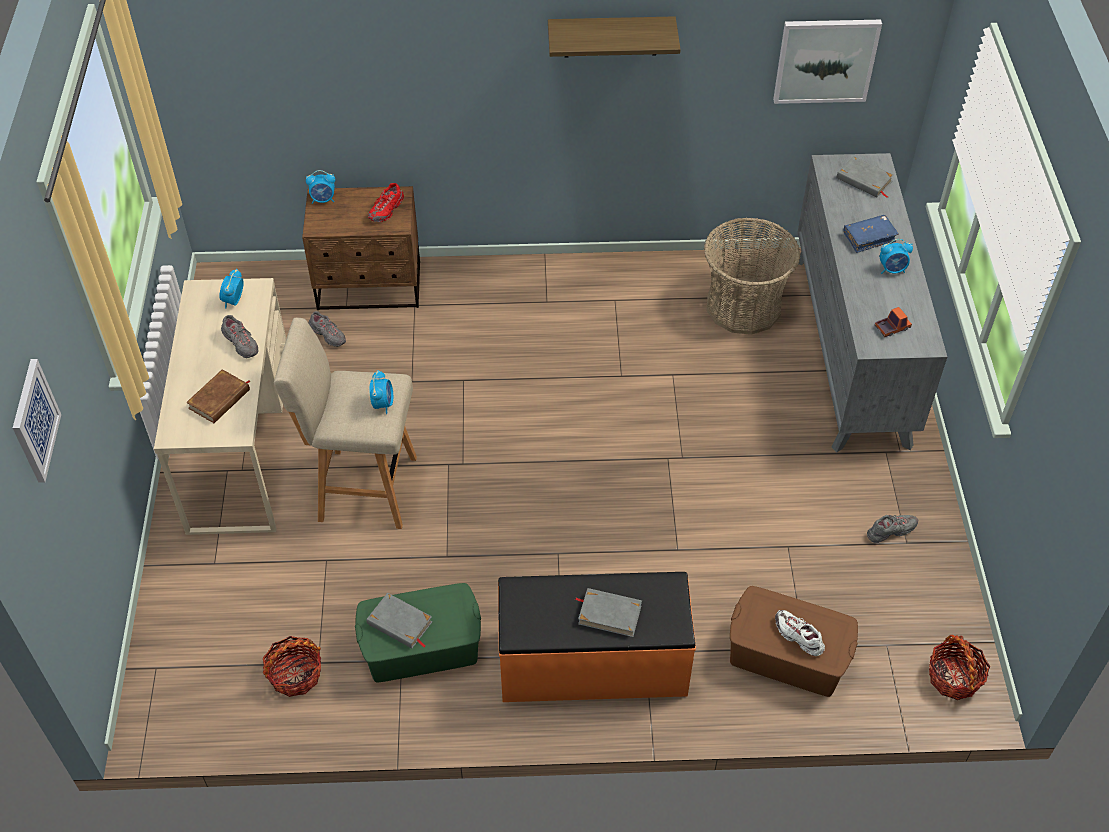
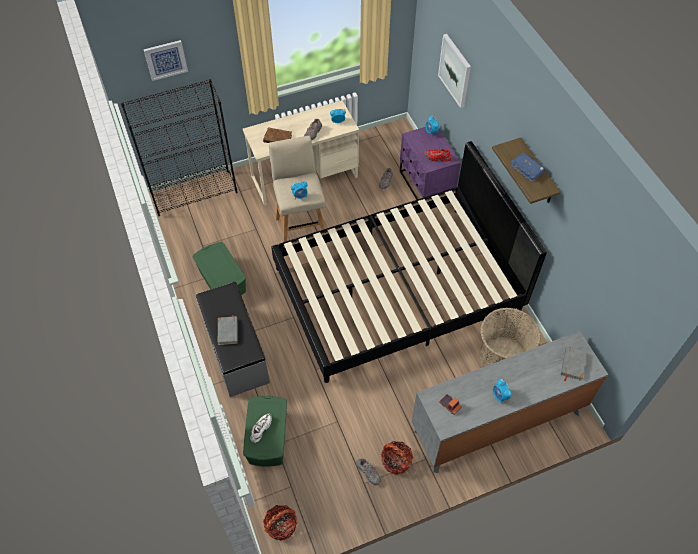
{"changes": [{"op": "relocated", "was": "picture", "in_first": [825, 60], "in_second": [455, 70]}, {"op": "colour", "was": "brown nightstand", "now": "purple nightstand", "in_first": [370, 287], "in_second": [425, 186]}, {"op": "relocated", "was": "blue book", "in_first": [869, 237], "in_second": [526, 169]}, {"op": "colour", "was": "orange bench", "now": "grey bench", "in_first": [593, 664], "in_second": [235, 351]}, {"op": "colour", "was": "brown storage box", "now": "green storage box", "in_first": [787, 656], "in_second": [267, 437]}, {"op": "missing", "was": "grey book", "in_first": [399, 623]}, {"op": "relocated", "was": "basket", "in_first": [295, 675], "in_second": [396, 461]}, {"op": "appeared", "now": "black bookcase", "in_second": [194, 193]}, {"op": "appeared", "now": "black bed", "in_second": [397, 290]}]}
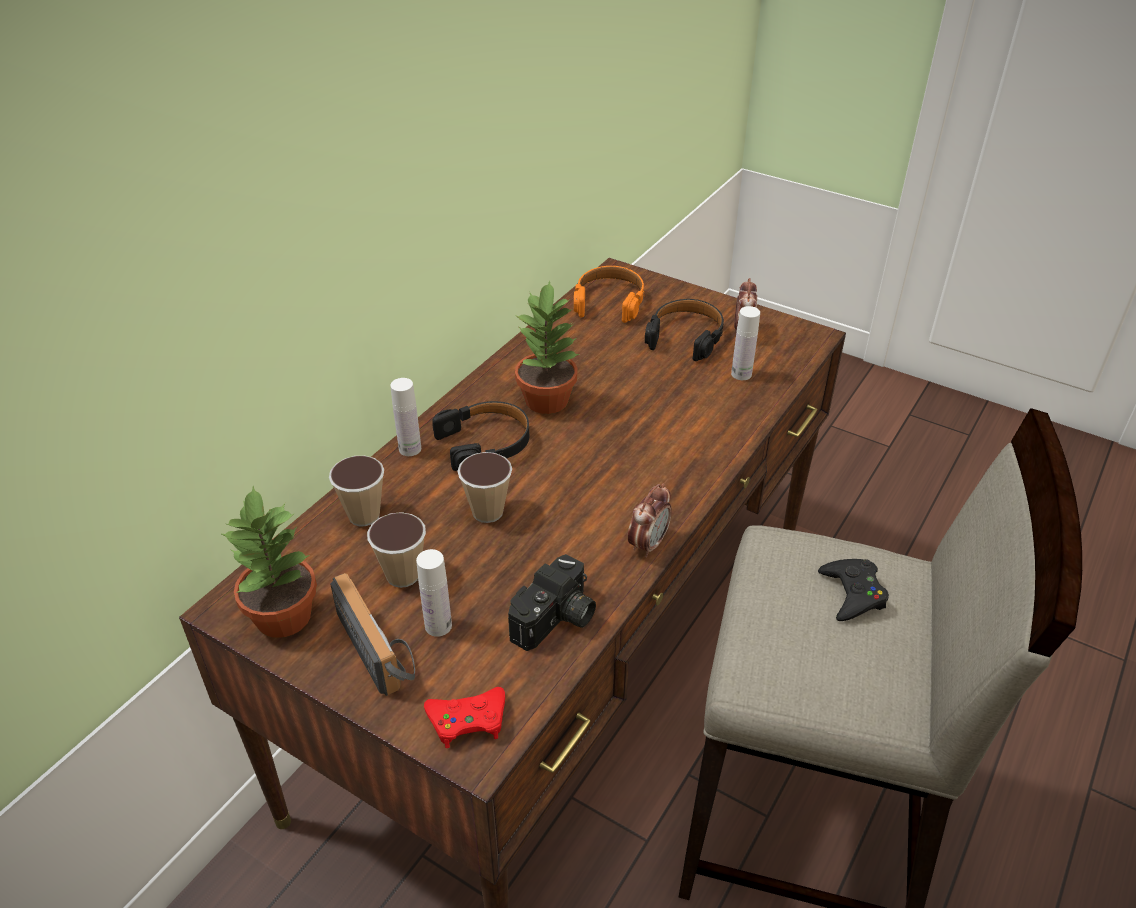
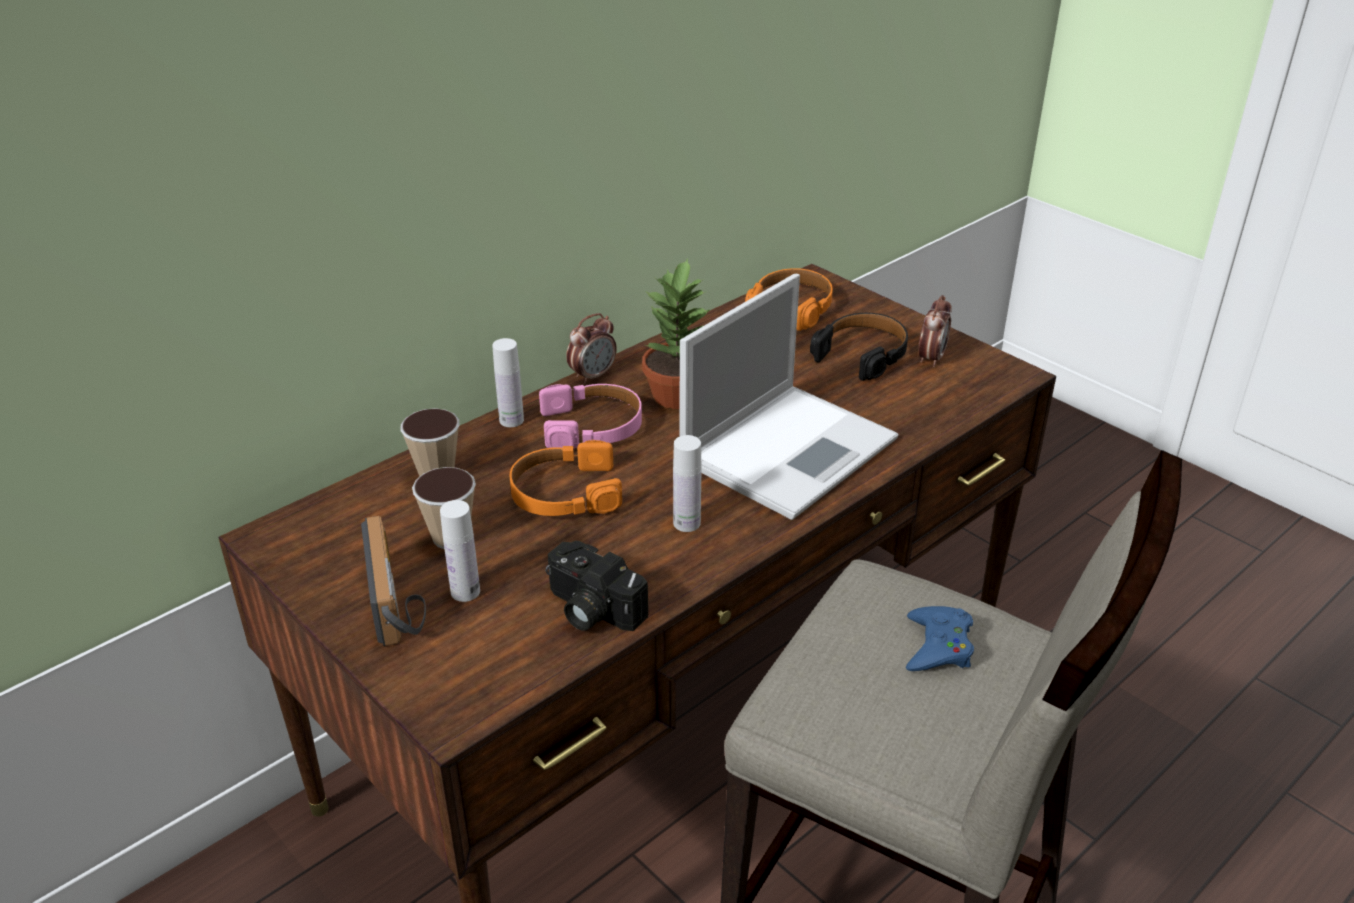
{"changes": [{"op": "relocated", "was": "white bottle", "in_first": [741, 374], "in_second": [686, 523]}, {"op": "colour", "was": "black headphones", "now": "pink headphones", "in_first": [485, 443], "in_second": [592, 427]}, {"op": "exchanged", "was": "cup", "now": "orange headphones", "in_first": [487, 512], "in_second": [565, 493]}, {"op": "relocated", "was": "alarm clock", "in_first": [648, 544], "in_second": [593, 376]}, {"op": "missing", "was": "potted plant", "in_first": [282, 617]}, {"op": "spun", "was": "photo camera", "in_first": [556, 620], "in_second": [590, 609], "clockwise": 75}, {"op": "colour", "was": "black game controller", "now": "blue game controller", "in_first": [852, 594], "in_second": [938, 646]}, {"op": "missing", "was": "red game controller", "in_first": [468, 720]}, {"op": "appeared", "now": "laptop", "in_second": [791, 448]}]}
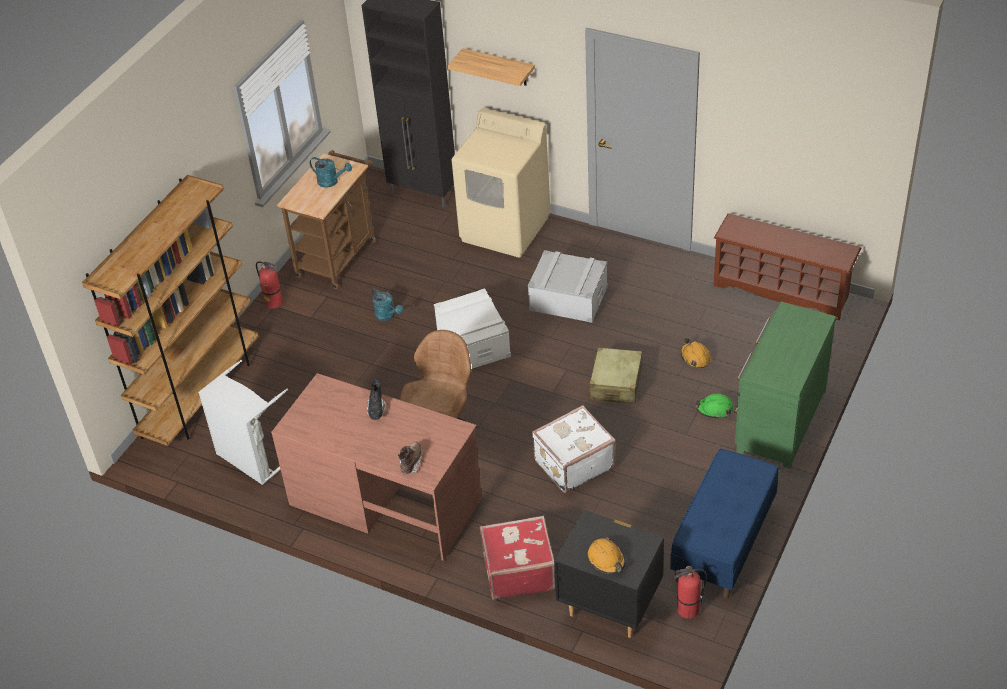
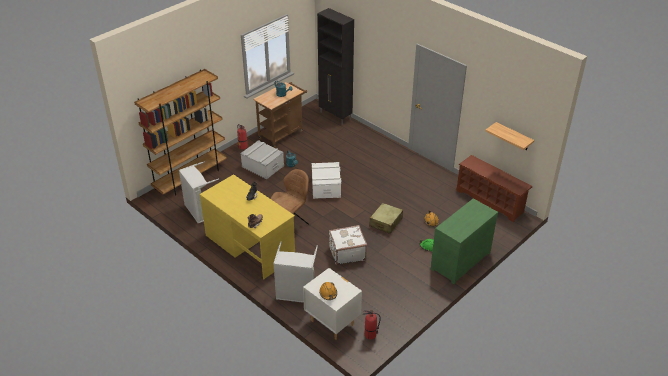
{"changes": [{"op": "relocated", "was": "shelf", "in_first": [499, 67], "in_second": [513, 137]}, {"op": "missing", "was": "beige washing machine", "in_first": [505, 229]}, {"op": "relocated", "was": "grey storage box", "in_first": [568, 299], "in_second": [262, 166]}, {"op": "colour", "was": "brown desk", "now": "yellow desk", "in_first": [385, 501], "in_second": [250, 245]}, {"op": "missing", "was": "blue bench", "in_first": [723, 543]}, {"op": "colour", "was": "black nightstand", "now": "white nightstand", "in_first": [609, 607], "in_second": [332, 323]}, {"op": "exchanged", "was": "red suitcase", "now": "grey laundry basket", "in_first": [518, 571], "in_second": [296, 294]}]}
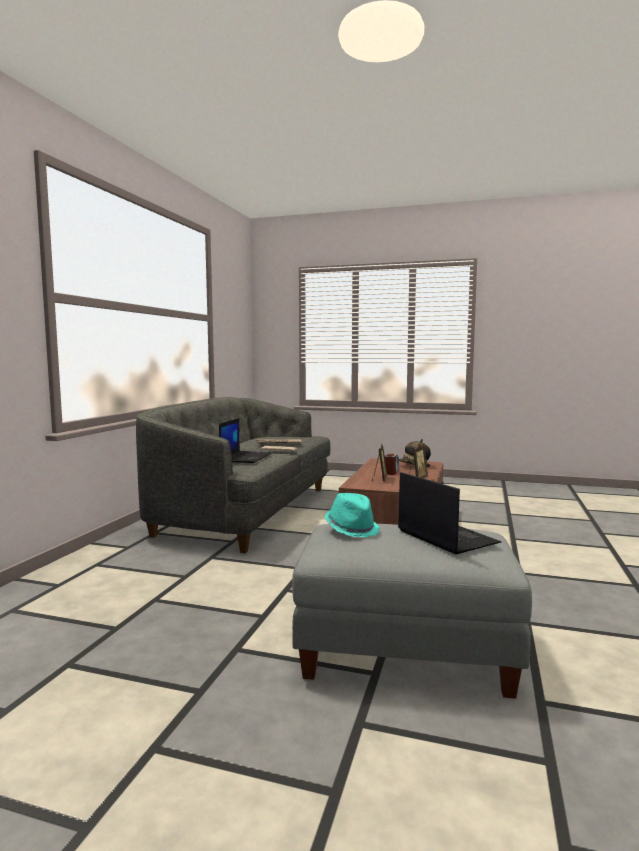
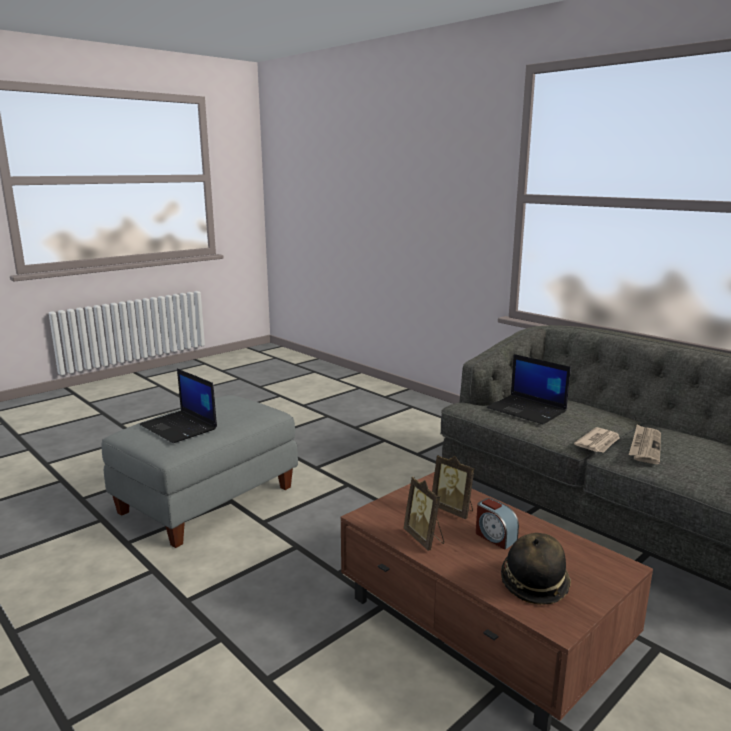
{"changes": [{"op": "spun", "was": "laptop", "in_first": [445, 537], "in_second": [180, 427], "clockwise": 45}, {"op": "missing", "was": "turquoise hat", "in_first": [352, 529]}]}
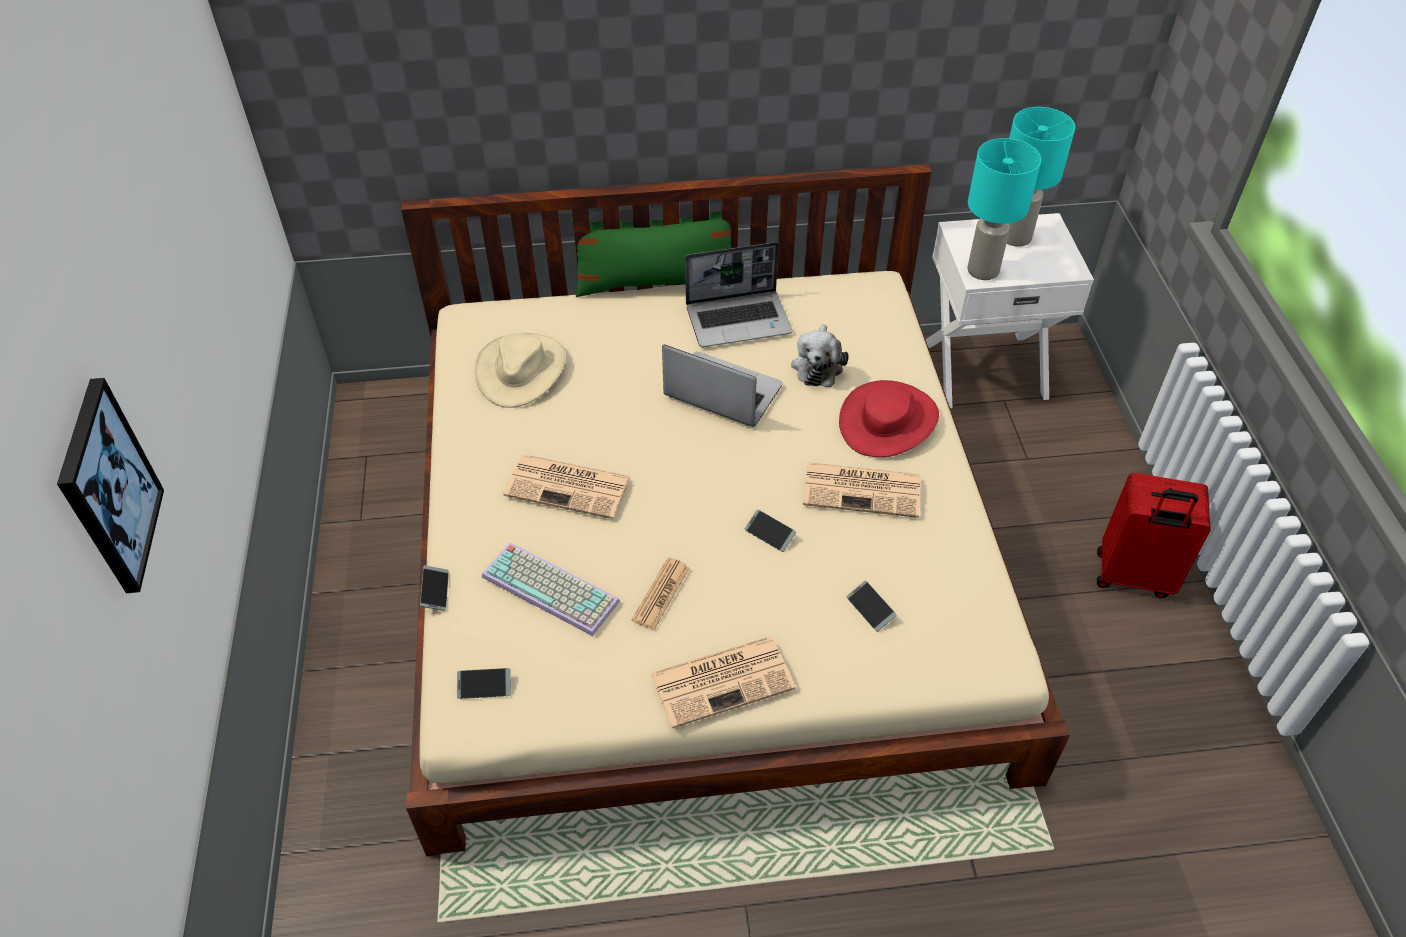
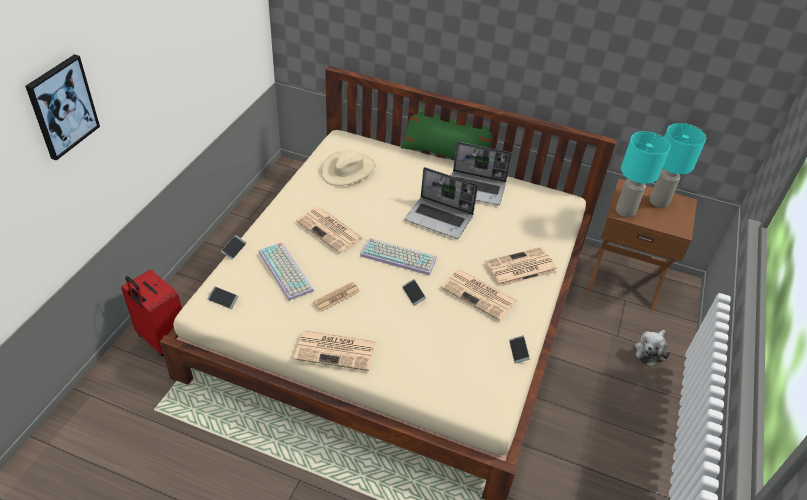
{"changes": [{"op": "colour", "was": "white nightstand", "now": "brown nightstand", "in_first": [984, 368], "in_second": [624, 279]}, {"op": "relocated", "was": "plush toy", "in_first": [817, 365], "in_second": [650, 351]}, {"op": "spun", "was": "laptop", "in_first": [721, 392], "in_second": [440, 218], "clockwise": 150}, {"op": "exchanged", "was": "red hat", "now": "newspaper", "in_first": [888, 421], "in_second": [520, 268]}, {"op": "relocated", "was": "red suitcase", "in_first": [1133, 577], "in_second": [161, 339]}, {"op": "relocated", "was": "phone", "in_first": [870, 609], "in_second": [518, 351]}, {"op": "appeared", "now": "keyboard", "in_second": [399, 256]}]}
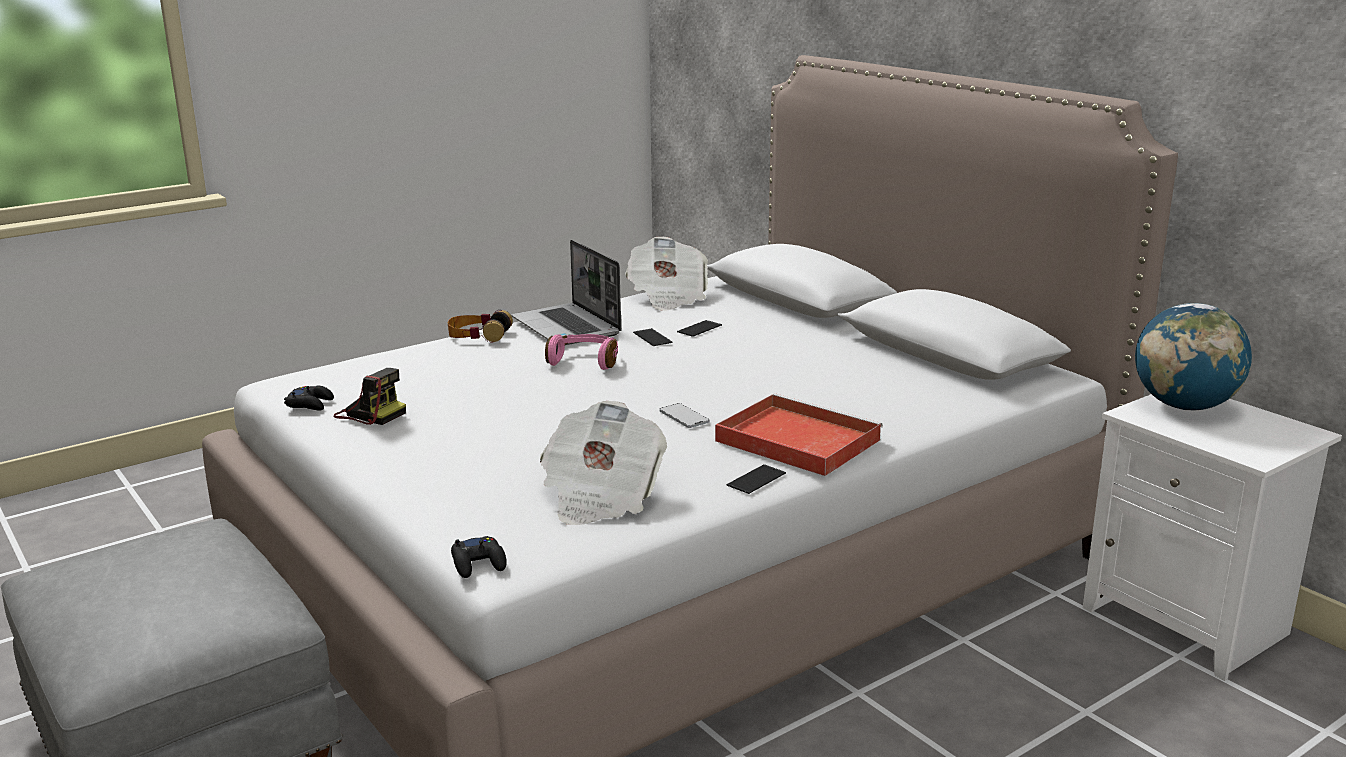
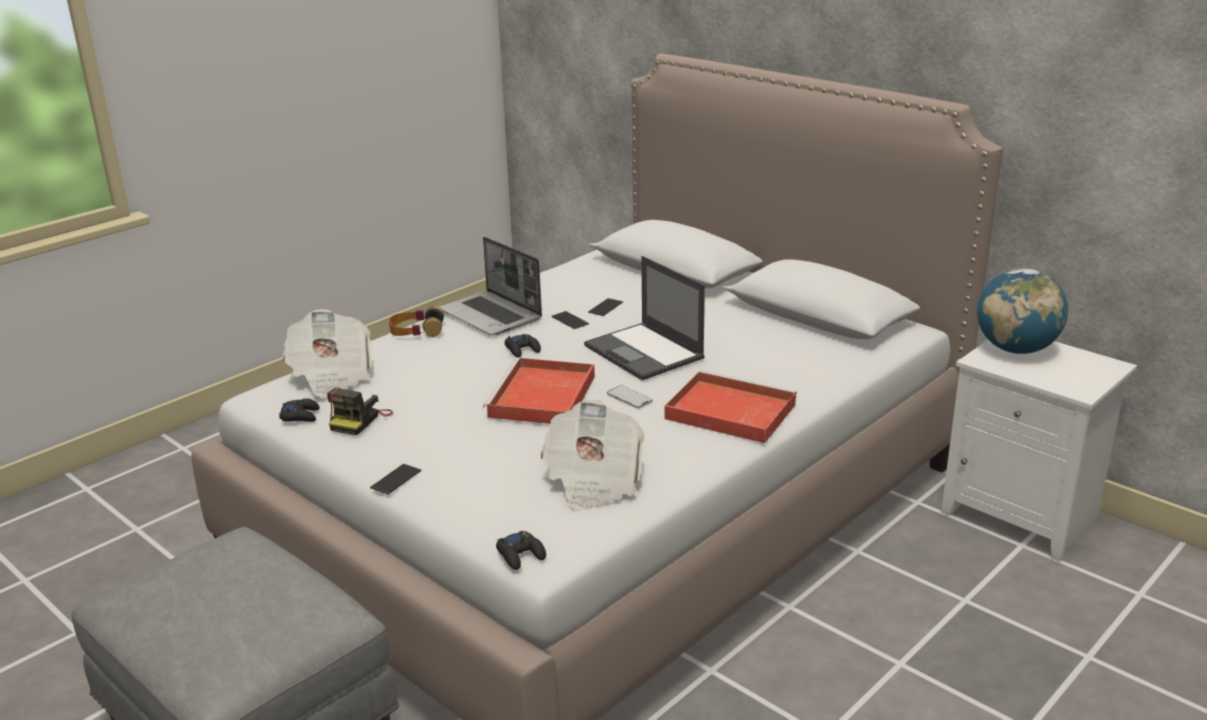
{"changes": [{"op": "relocated", "was": "newspaper", "in_first": [668, 297], "in_second": [331, 375]}, {"op": "exchanged", "was": "pink headphones", "now": "black game controller", "in_first": [585, 361], "in_second": [522, 349]}, {"op": "spun", "was": "photo camera", "in_first": [370, 413], "in_second": [360, 420], "clockwise": 90}, {"op": "relocated", "was": "phone", "in_first": [756, 479], "in_second": [396, 479]}, {"op": "appeared", "now": "laptop", "in_second": [645, 352]}, {"op": "appeared", "now": "red tray", "in_second": [542, 397]}]}
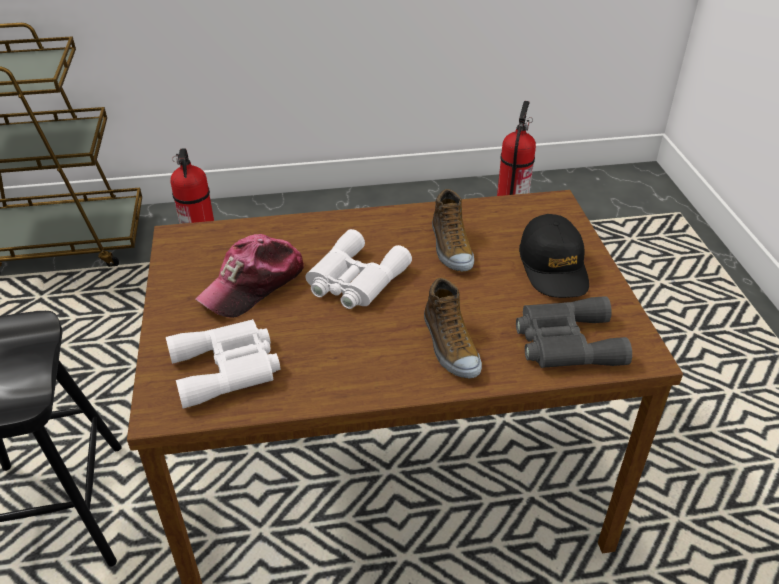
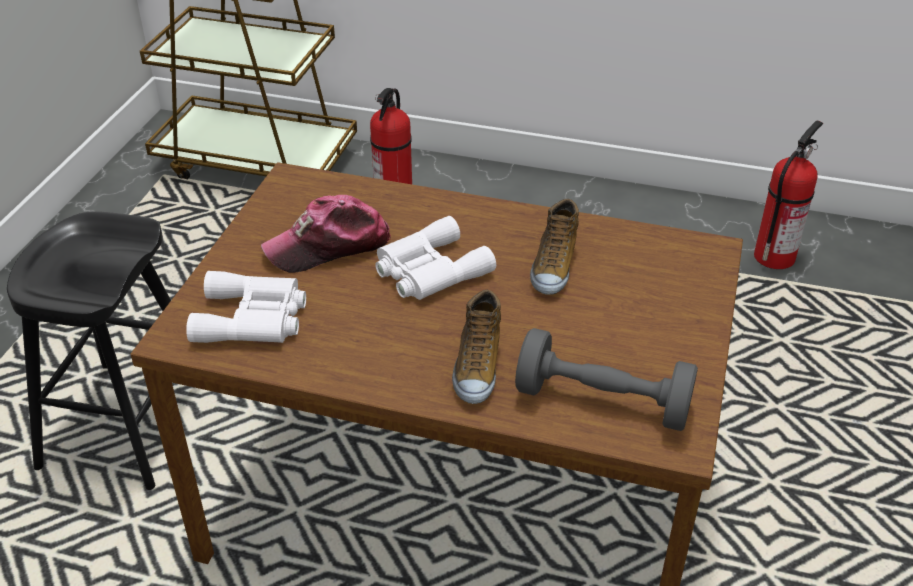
{"changes": [{"op": "missing", "was": "black cap", "in_first": [553, 267]}, {"op": "exchanged", "was": "grey binoculars", "now": "grey dumbbell", "in_first": [565, 342], "in_second": [602, 401]}]}
